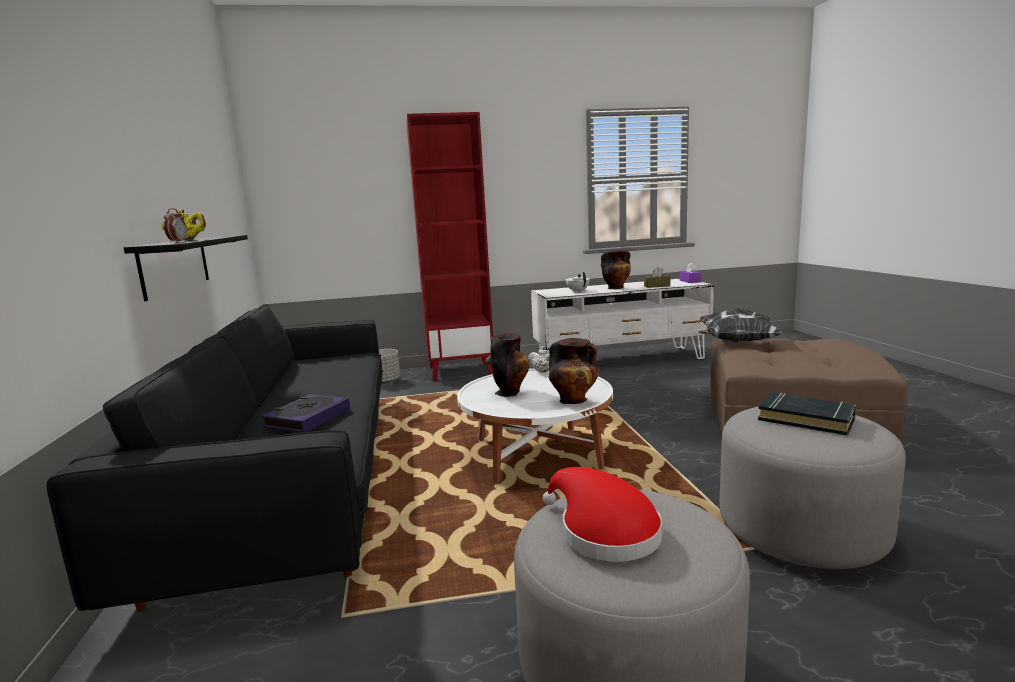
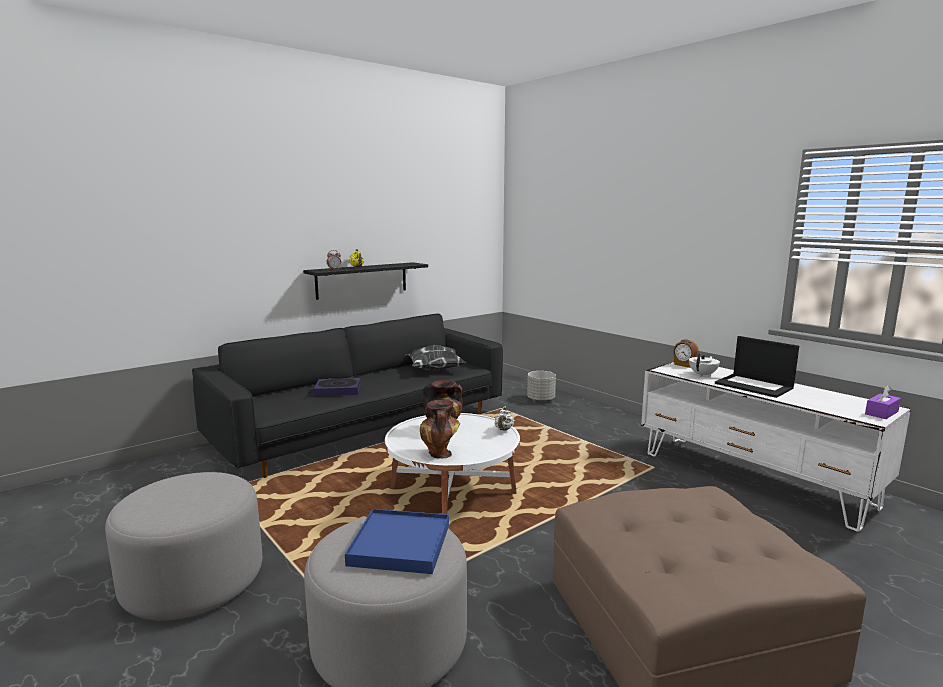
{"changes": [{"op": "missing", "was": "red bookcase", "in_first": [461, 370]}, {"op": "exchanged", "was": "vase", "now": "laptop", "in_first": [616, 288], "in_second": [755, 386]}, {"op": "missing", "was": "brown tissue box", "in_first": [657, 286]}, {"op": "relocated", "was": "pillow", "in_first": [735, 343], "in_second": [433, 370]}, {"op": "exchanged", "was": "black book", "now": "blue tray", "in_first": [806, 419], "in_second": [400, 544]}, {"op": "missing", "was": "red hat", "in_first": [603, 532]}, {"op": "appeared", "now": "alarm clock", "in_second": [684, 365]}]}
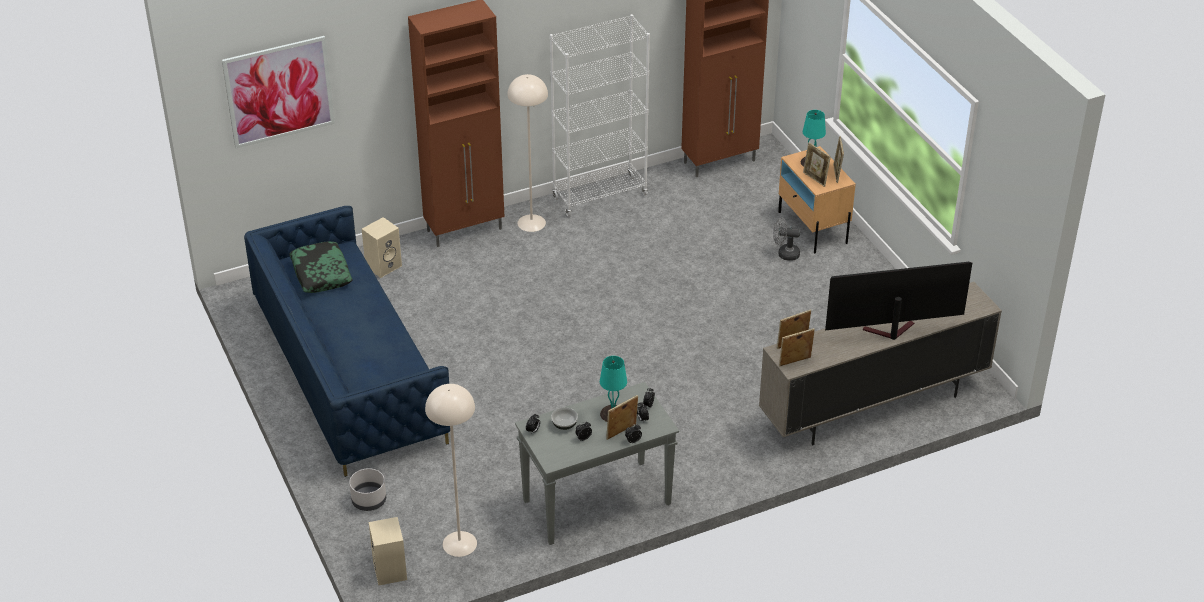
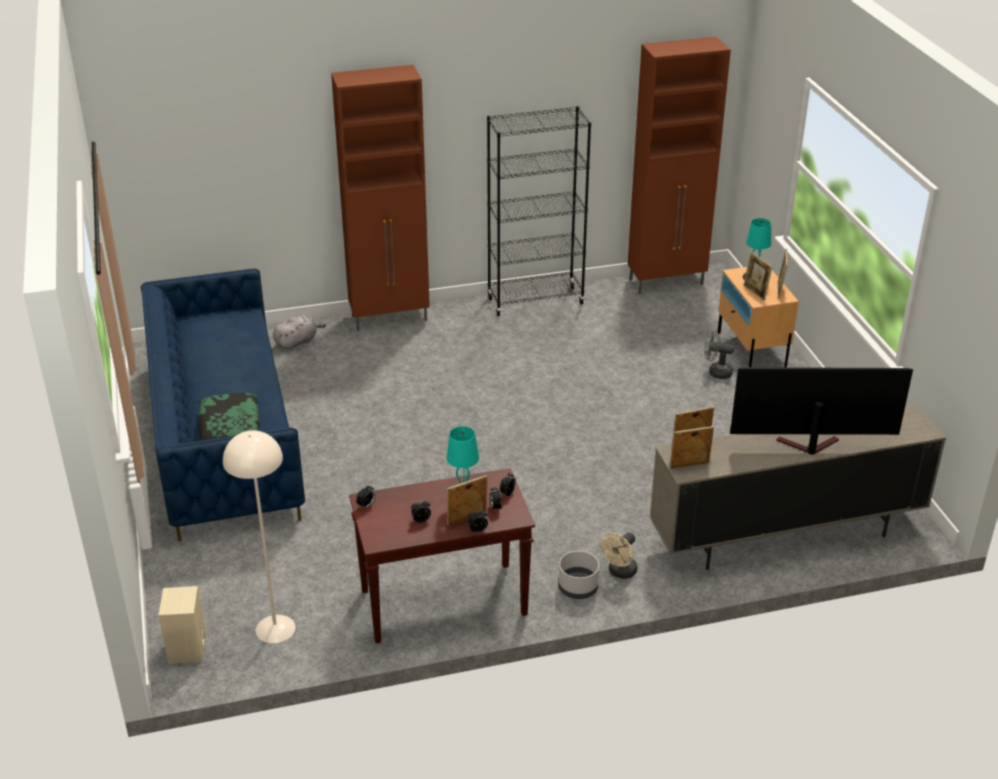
{"changes": [{"op": "colour", "was": "white bookcase", "now": "black bookcase", "in_first": [600, 196], "in_second": [535, 301]}, {"op": "missing", "was": "picture", "in_first": [279, 91]}, {"op": "missing", "was": "beige floor lamp", "in_first": [531, 222]}, {"op": "exchanged", "was": "beige speaker", "now": "grey plush toy", "in_first": [383, 265], "in_second": [297, 342]}, {"op": "relocated", "was": "pillow", "in_first": [321, 273], "in_second": [230, 428]}, {"op": "colour", "was": "grey console table", "now": "brown console table", "in_first": [596, 503], "in_second": [442, 604]}, {"op": "missing", "was": "bowl", "in_first": [564, 425]}, {"op": "relocated", "was": "grey planter", "in_first": [368, 500], "in_second": [577, 588]}, {"op": "appeared", "now": "beige fan", "in_second": [620, 572]}]}
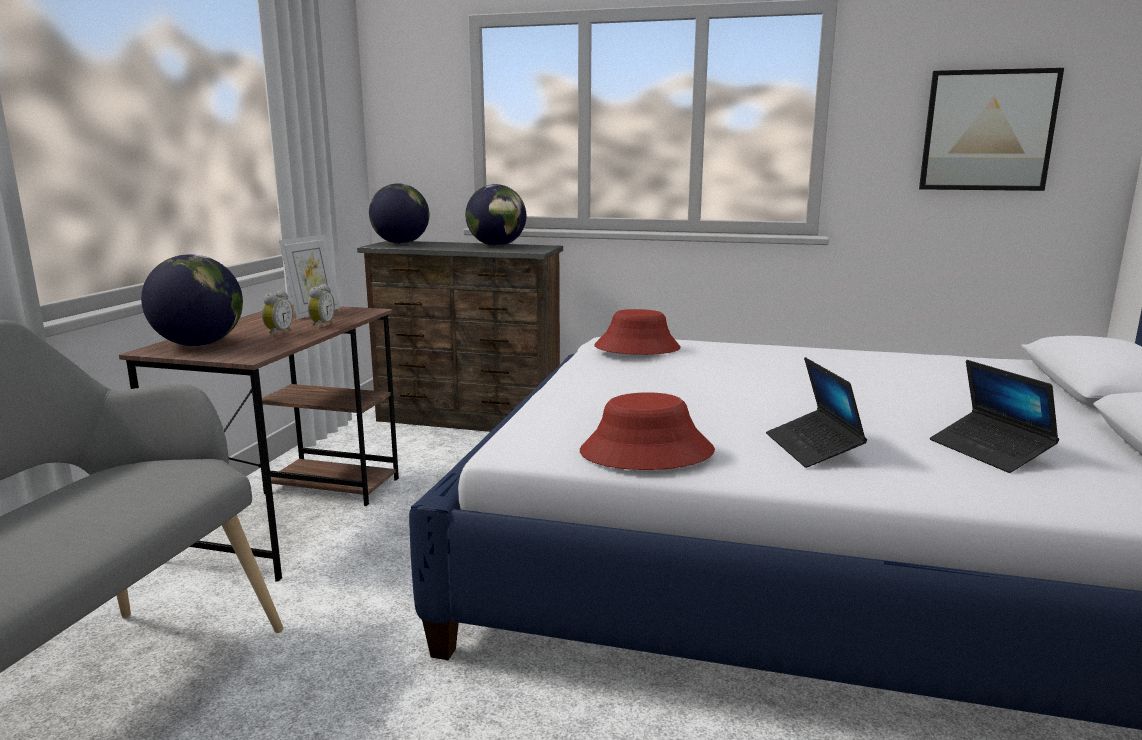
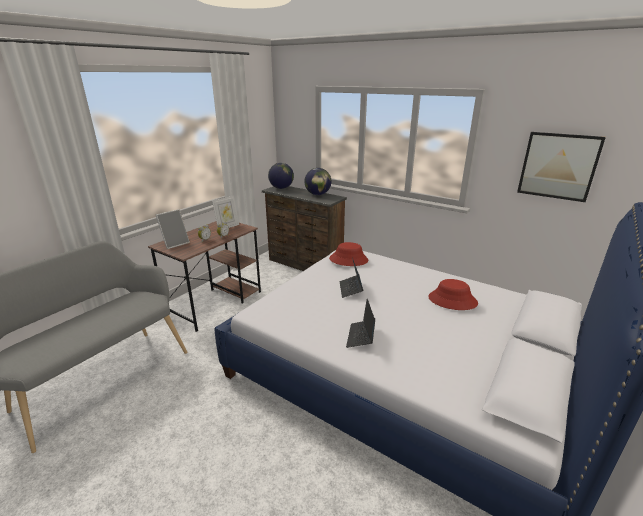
{"changes": [{"op": "exchanged", "was": "globe", "now": "picture frame", "in_first": [199, 344], "in_second": [175, 243]}, {"op": "relocated", "was": "laptop", "in_first": [989, 451], "in_second": [350, 289]}, {"op": "relocated", "was": "red hat", "in_first": [646, 452], "in_second": [452, 300]}]}
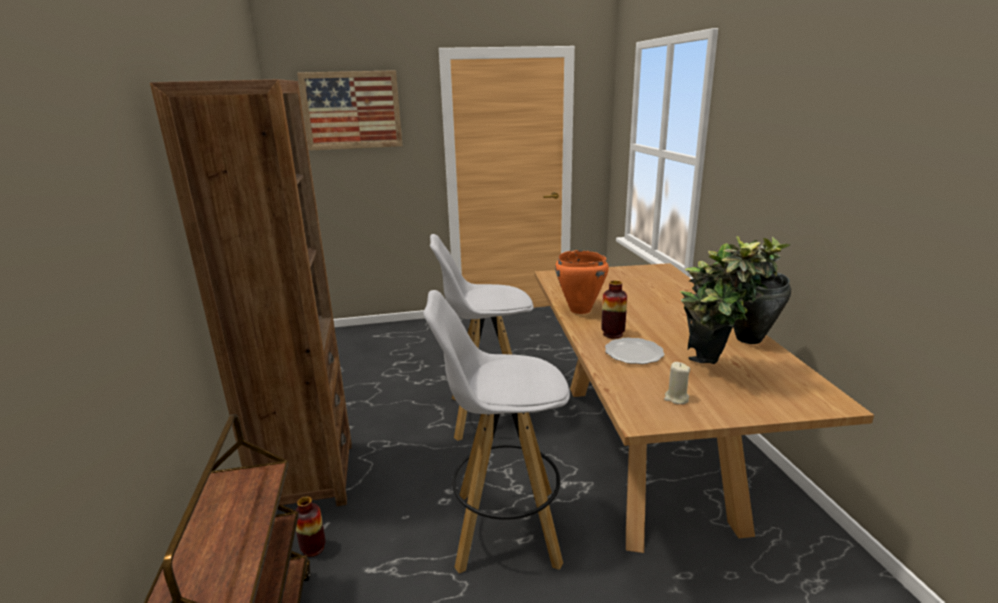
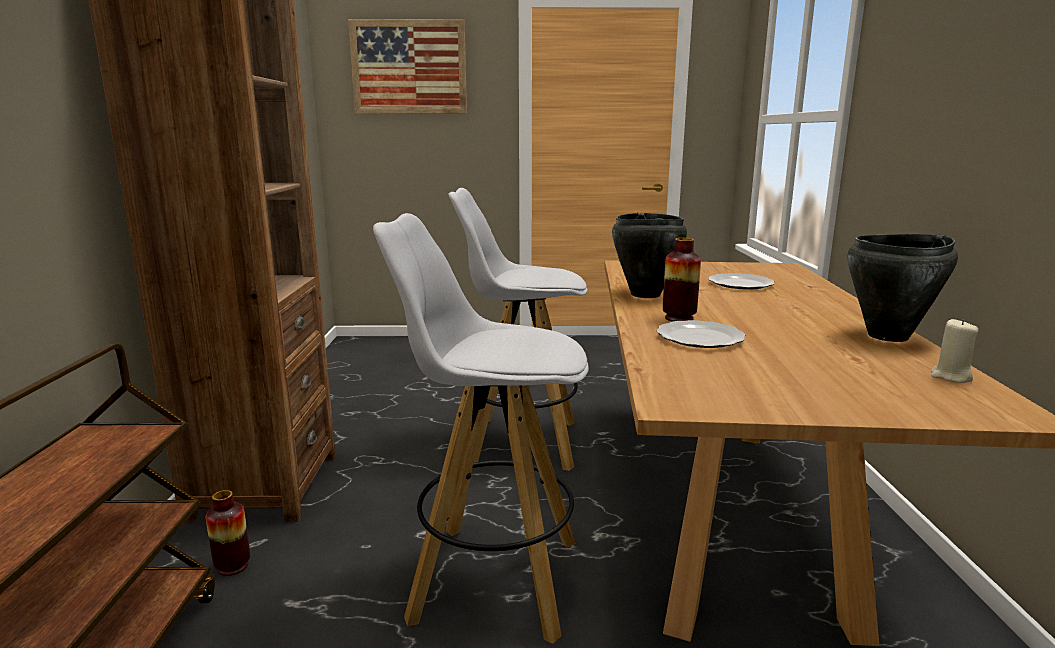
{"changes": [{"op": "missing", "was": "potted plant", "in_first": [717, 373]}, {"op": "colour", "was": "orange cooking pot", "now": "black cooking pot", "in_first": [580, 310], "in_second": [645, 295]}, {"op": "relocated", "was": "beige candle", "in_first": [676, 398], "in_second": [951, 377]}, {"op": "appeared", "now": "plate", "in_second": [741, 284]}]}
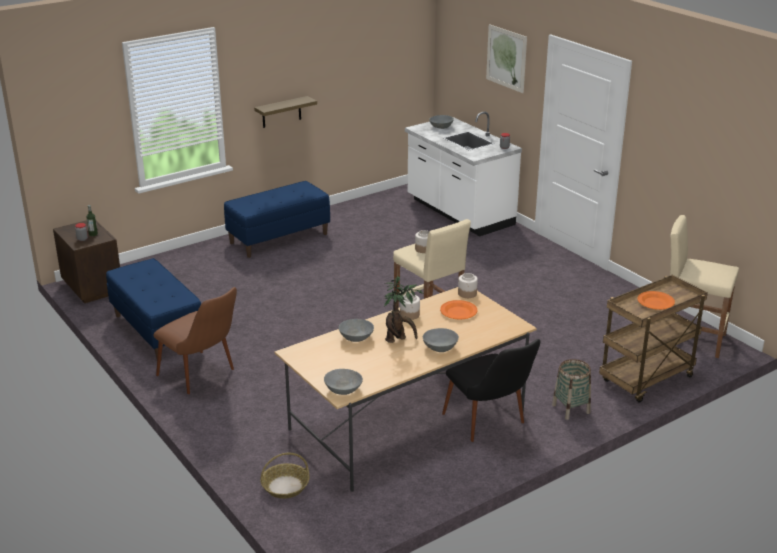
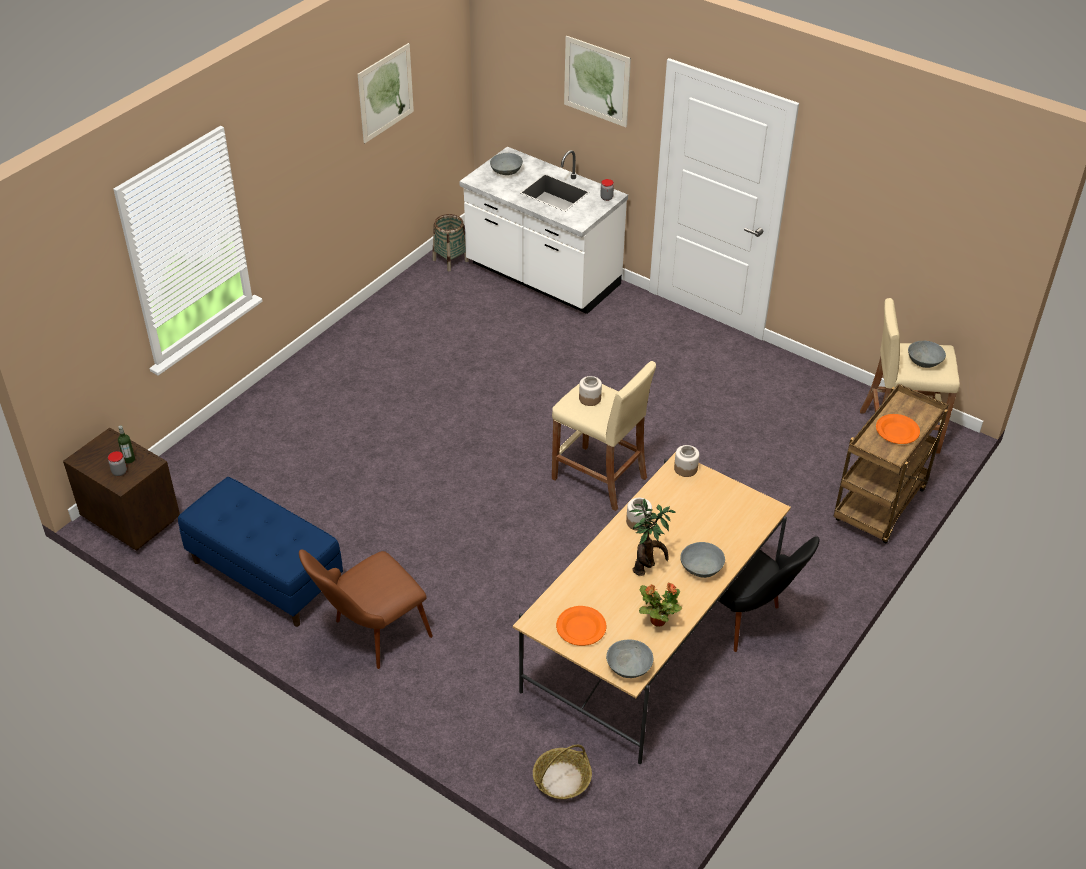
{"changes": [{"op": "missing", "was": "shelf", "in_first": [281, 112]}, {"op": "missing", "was": "blue bench", "in_first": [279, 238]}, {"op": "spun", "was": "brown chair", "in_first": [203, 377], "in_second": [369, 636], "clockwise": 120}, {"op": "relocated", "was": "orange plate", "in_first": [458, 312], "in_second": [580, 628]}, {"op": "relocated", "was": "grey bowl", "in_first": [356, 338], "in_second": [924, 362]}, {"op": "relocated", "was": "basket", "in_first": [570, 409], "in_second": [450, 260]}, {"op": "appeared", "now": "picture", "in_second": [385, 93]}, {"op": "appeared", "now": "potted plant", "in_second": [657, 620]}]}
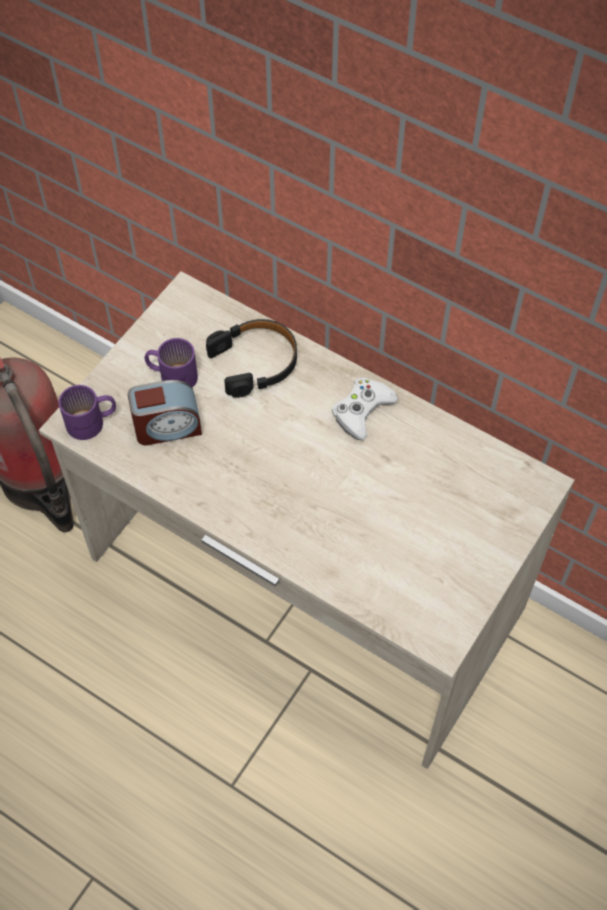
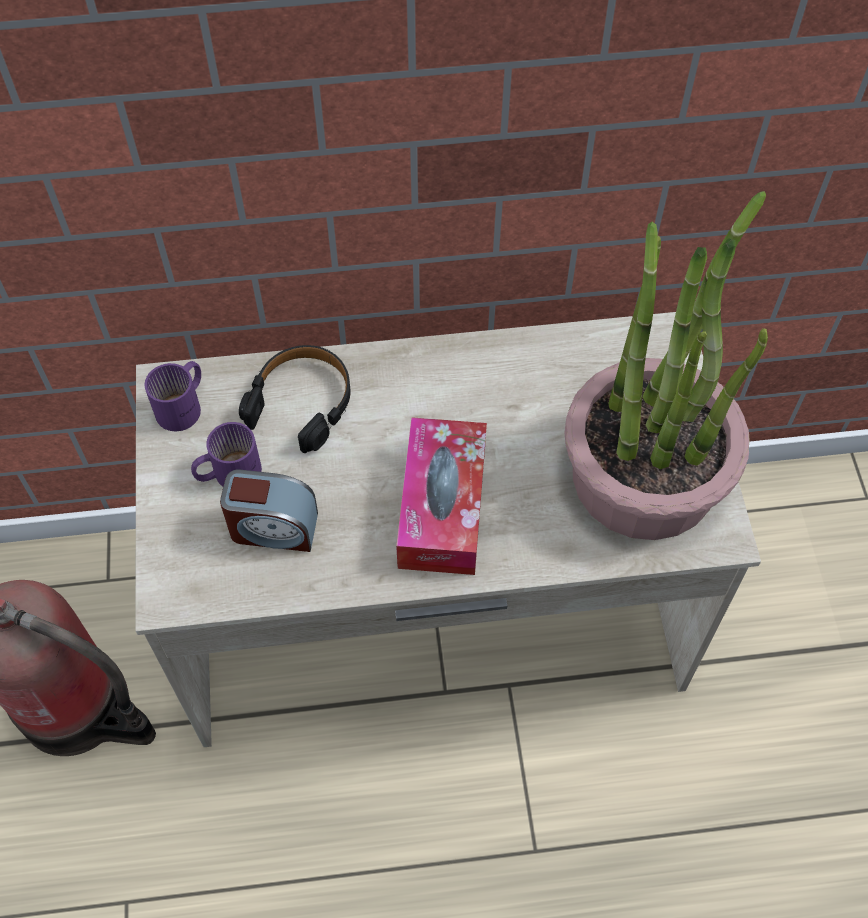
{"changes": [{"op": "missing", "was": "white game controller", "in_first": [362, 411]}, {"op": "spun", "was": "alarm clock", "in_first": [167, 426], "in_second": [273, 528], "clockwise": 60}, {"op": "relocated", "was": "purple mug", "in_first": [92, 423], "in_second": [185, 406]}, {"op": "appeared", "now": "potted plant", "in_second": [645, 474]}, {"op": "appeared", "now": "tissue box", "in_second": [442, 507]}]}
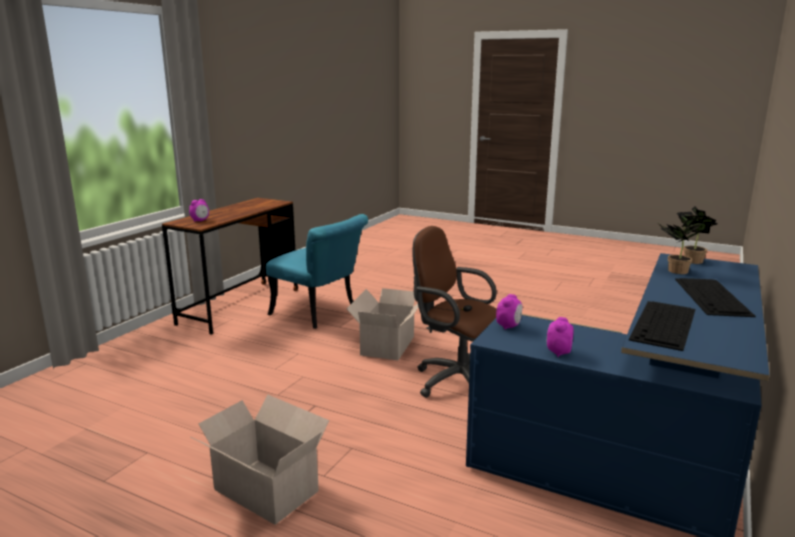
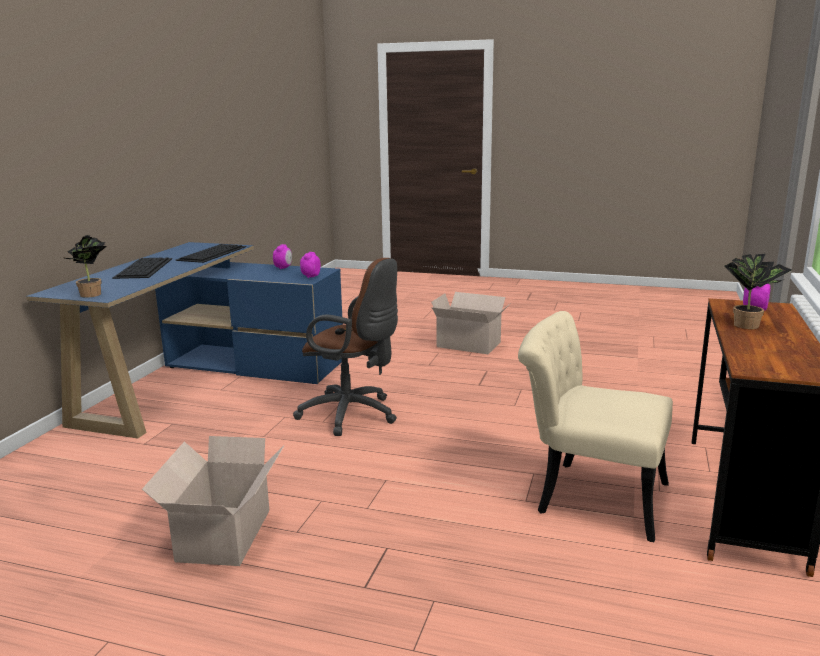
{"changes": [{"op": "colour", "was": "turquoise chair", "now": "beige chair", "in_first": [320, 314], "in_second": [588, 495]}, {"op": "relocated", "was": "potted plant", "in_first": [675, 271], "in_second": [749, 325]}, {"op": "relocated", "was": "cardboard box", "in_first": [389, 345], "in_second": [222, 537]}]}
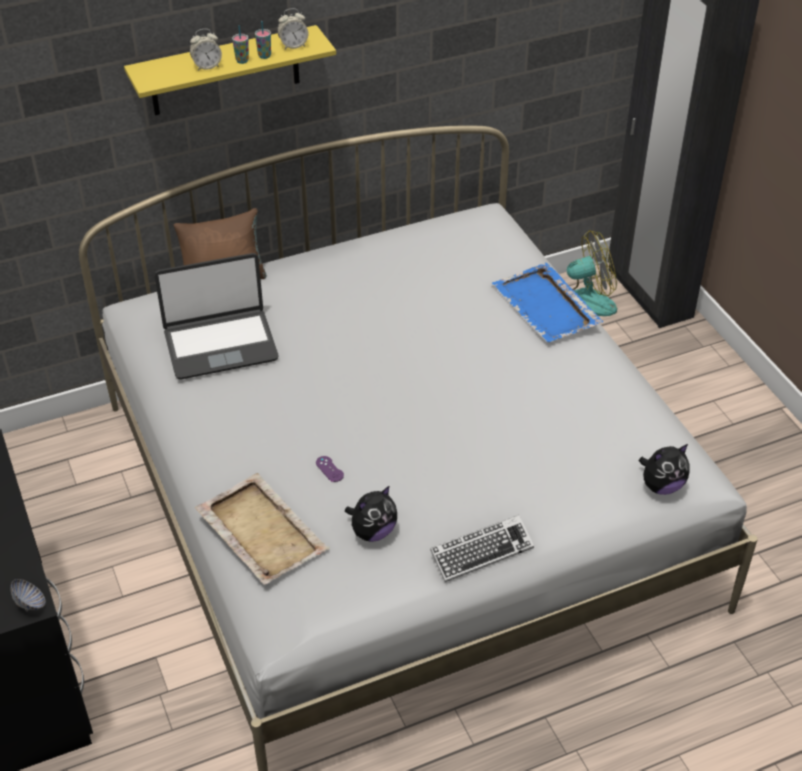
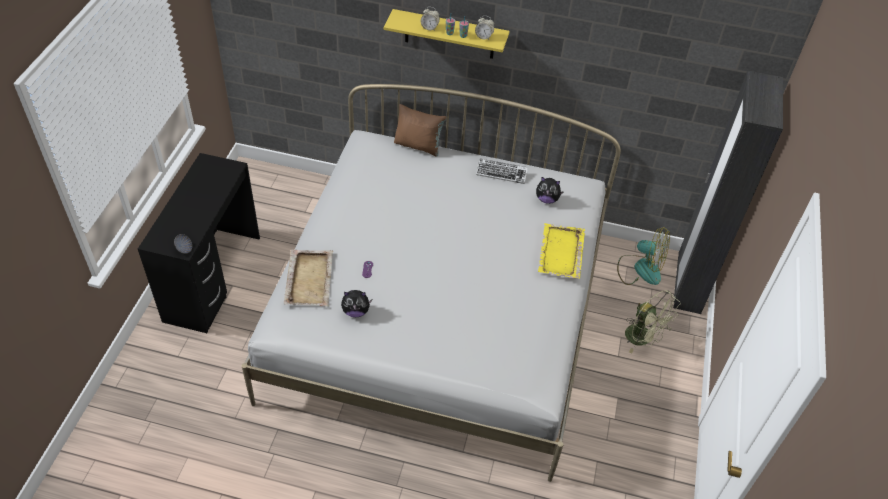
{"changes": [{"op": "missing", "was": "laptop", "in_first": [220, 344]}, {"op": "colour", "was": "blue tray", "now": "yellow tray", "in_first": [546, 307], "in_second": [561, 253]}, {"op": "relocated", "was": "plush toy", "in_first": [661, 486], "in_second": [547, 199]}, {"op": "relocated", "was": "keyboard", "in_first": [481, 552], "in_second": [501, 173]}, {"op": "appeared", "now": "green fan", "in_second": [643, 338]}]}
